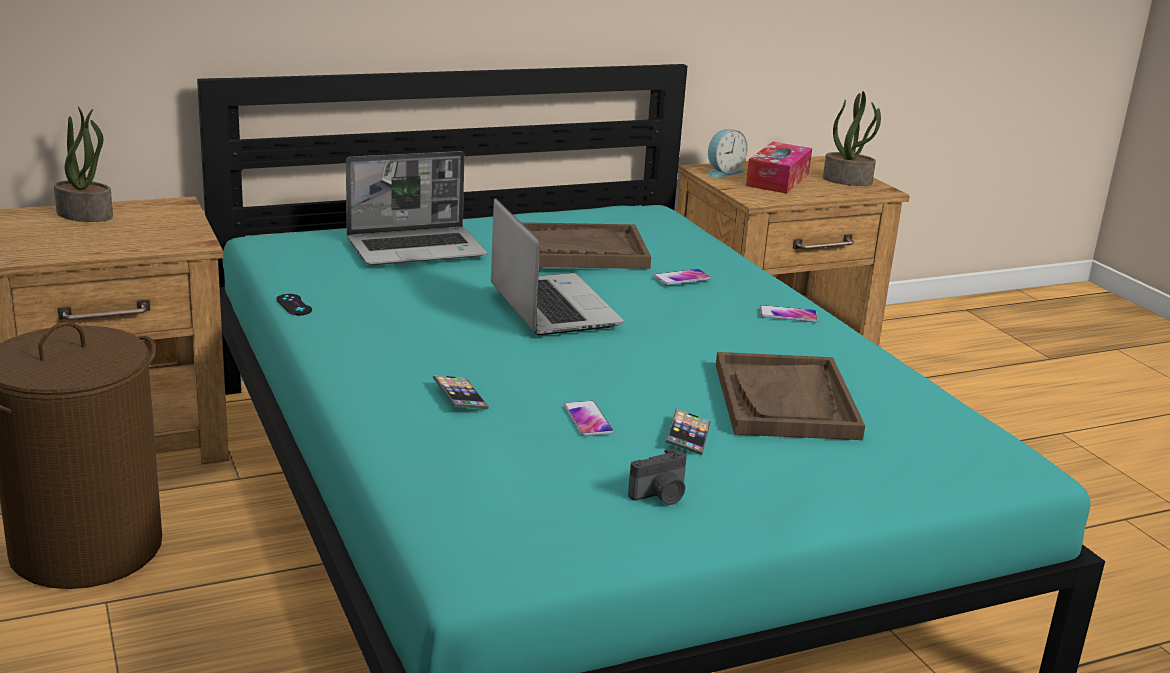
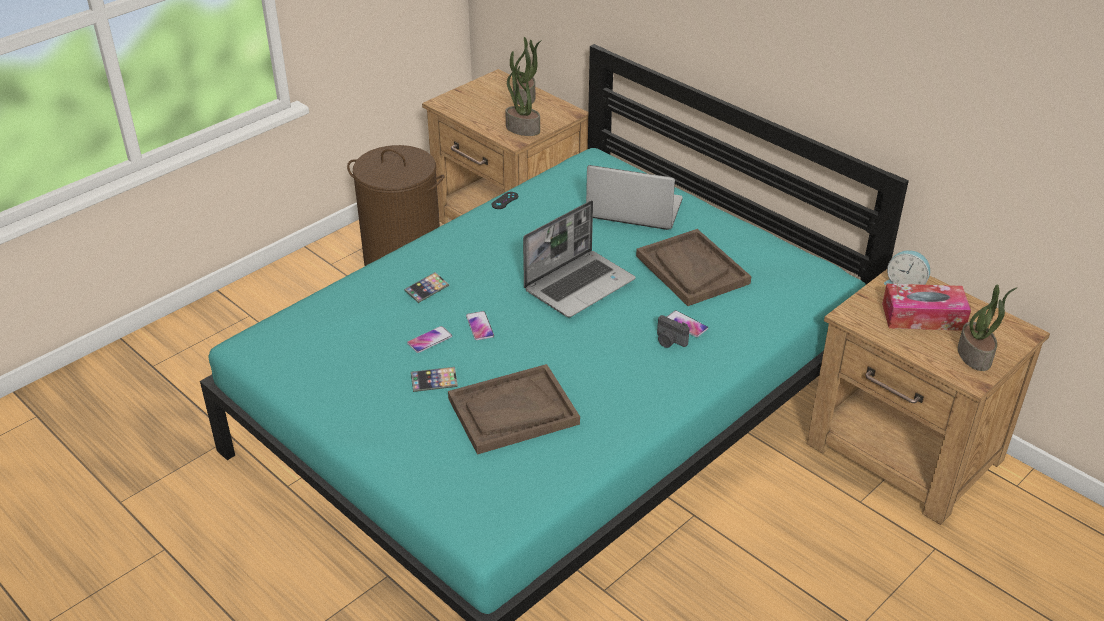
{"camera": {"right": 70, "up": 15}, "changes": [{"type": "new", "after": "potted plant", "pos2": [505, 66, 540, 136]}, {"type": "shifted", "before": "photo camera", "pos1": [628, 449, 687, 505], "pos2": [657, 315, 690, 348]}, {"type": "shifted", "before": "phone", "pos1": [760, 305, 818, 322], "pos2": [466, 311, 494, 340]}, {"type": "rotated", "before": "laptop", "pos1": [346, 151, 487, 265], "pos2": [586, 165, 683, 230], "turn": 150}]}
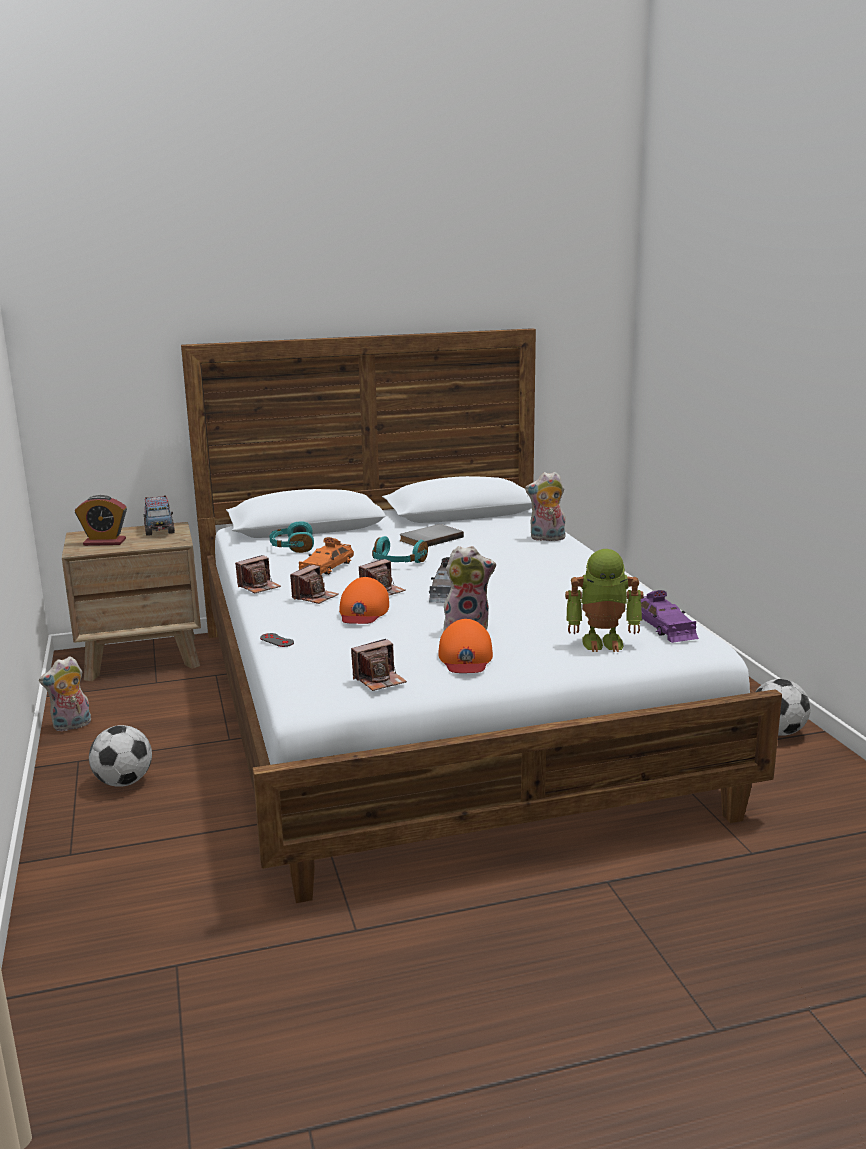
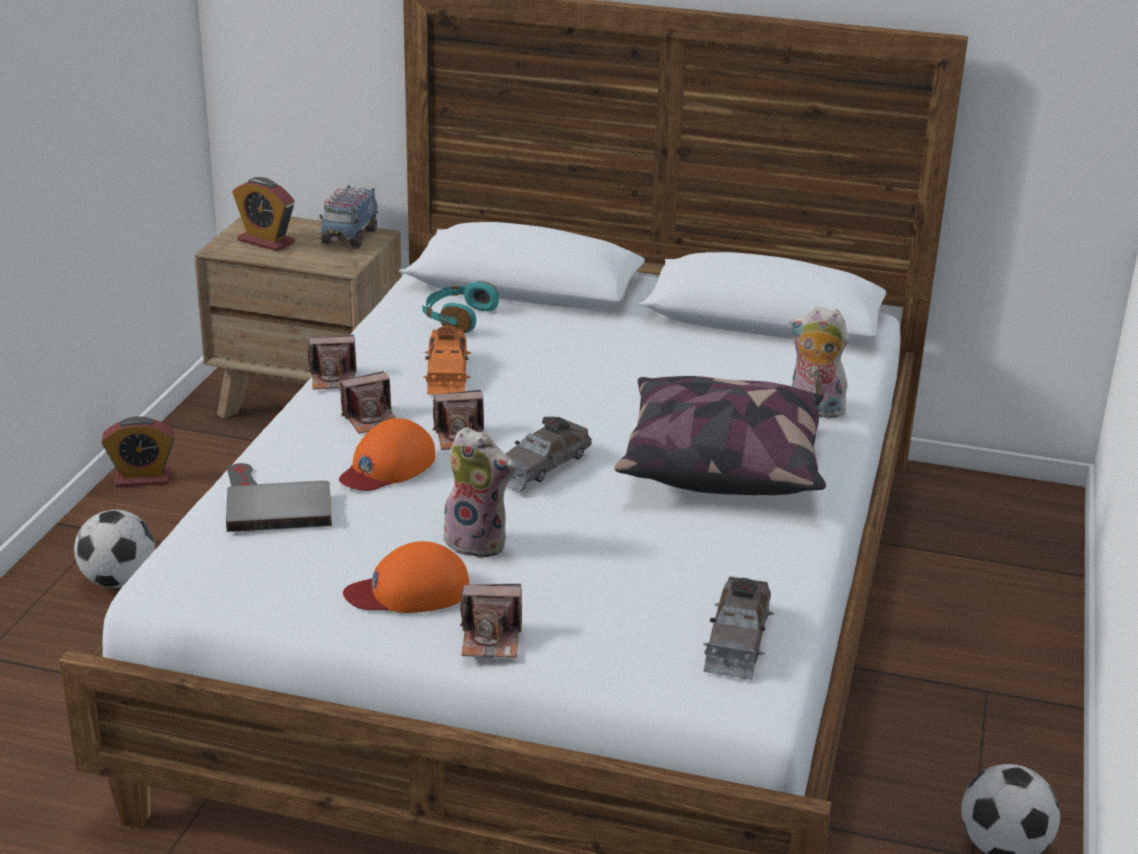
{"camera": {"right": 30, "up": 10}, "changes": [{"type": "gone", "before": "turquoise headphones", "pos1": [372, 536, 428, 563]}, {"type": "gone", "before": "toy robot", "pos1": [565, 549, 643, 652]}, {"type": "new", "after": "pillow", "pos2": [614, 376, 826, 495]}, {"type": "shifted", "before": "photo camera", "pos1": [351, 639, 407, 691], "pos2": [460, 584, 522, 658]}, {"type": "shifted", "before": "grey book", "pos1": [400, 524, 464, 547], "pos2": [226, 481, 332, 532]}, {"type": "swapped", "before": "plush toy", "after": "alarm clock", "pos1": [39, 656, 91, 731], "pos2": [101, 416, 175, 488]}, {"type": "repainted", "before": "purple toy car", "after": "grey toy car", "pos1": [641, 590, 699, 643], "pos2": [703, 576, 774, 680]}, {"type": "rotated", "before": "orange toy car", "pos1": [299, 537, 354, 575], "pos2": [423, 326, 472, 394], "turn": -60}, {"type": "rotated", "before": "orange cap", "pos1": [438, 619, 493, 673], "pos2": [343, 541, 470, 613], "turn": 45}]}
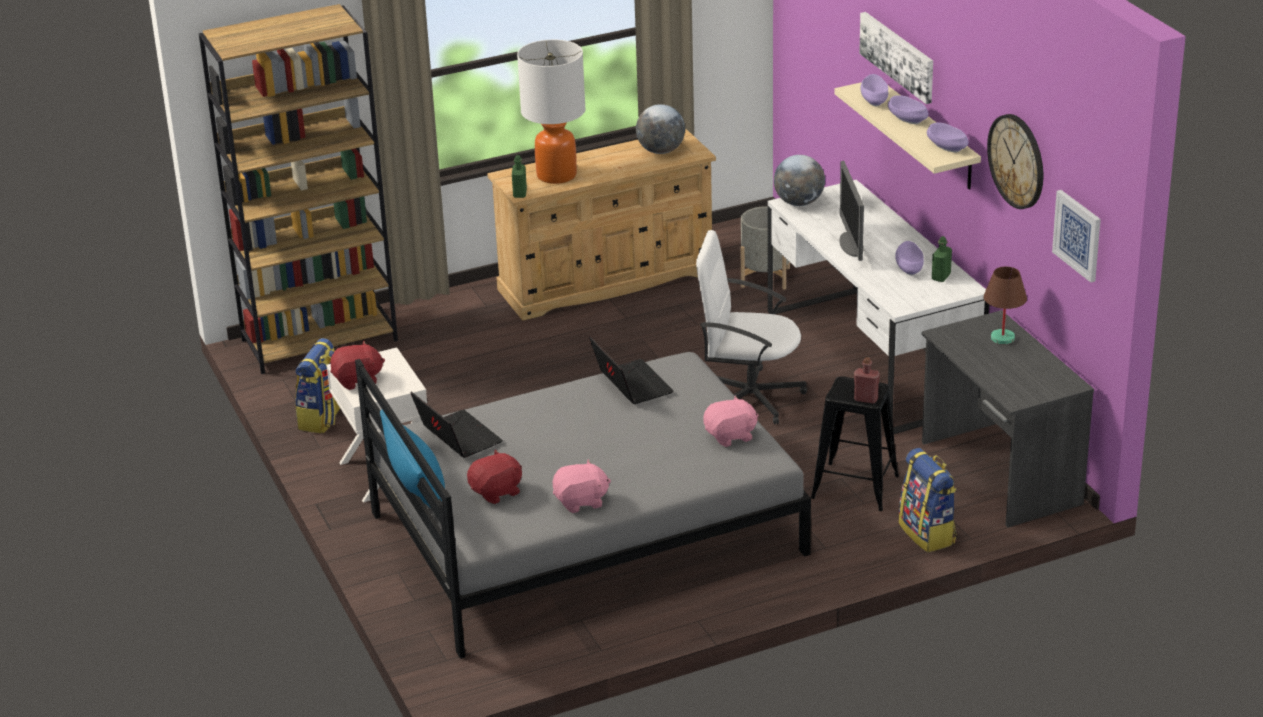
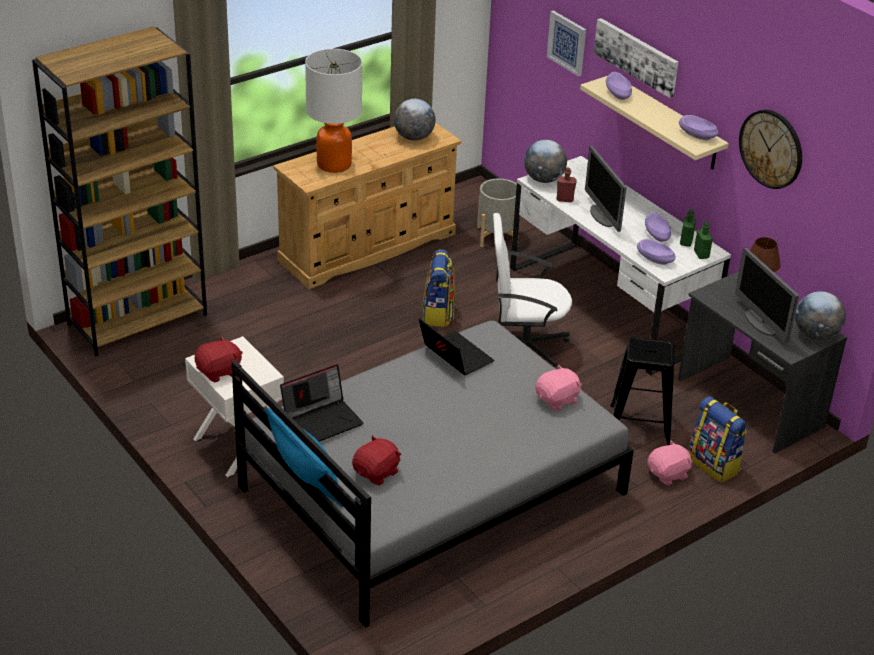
{"camera": {"right": -15, "up": 5}, "changes": [{"type": "new", "after": "monitor", "pos2": [735, 248, 799, 342]}, {"type": "new", "after": "globe", "pos2": [795, 291, 846, 340]}, {"type": "shifted", "before": "backpack", "pos1": [295, 338, 340, 433], "pos2": [422, 249, 456, 327]}, {"type": "shifted", "before": "green bottle", "pos1": [512, 155, 527, 198], "pos2": [694, 222, 713, 259]}, {"type": "shifted", "before": "pink plush toy", "pos1": [553, 459, 611, 513], "pos2": [647, 440, 693, 486]}, {"type": "shifted", "before": "red bottle", "pos1": [854, 357, 880, 404], "pos2": [557, 167, 577, 202]}, {"type": "shifted", "before": "purple bowl", "pos1": [888, 95, 928, 124], "pos2": [637, 239, 676, 265]}, {"type": "shifted", "before": "picture", "pos1": [1052, 190, 1101, 282], "pos2": [547, 11, 586, 77]}, {"type": "rotated", "before": "laptop", "pos1": [410, 391, 503, 458], "pos2": [280, 364, 364, 442], "turn": 105}]}
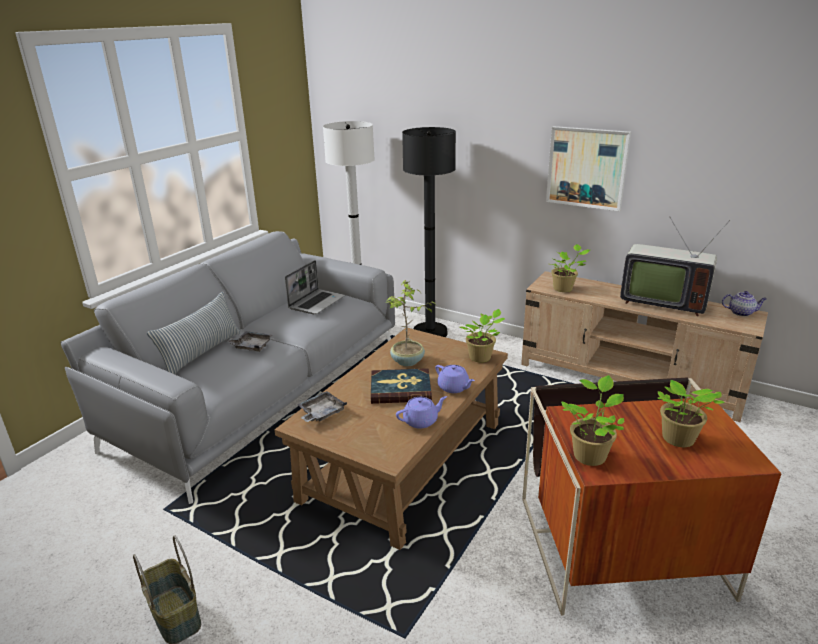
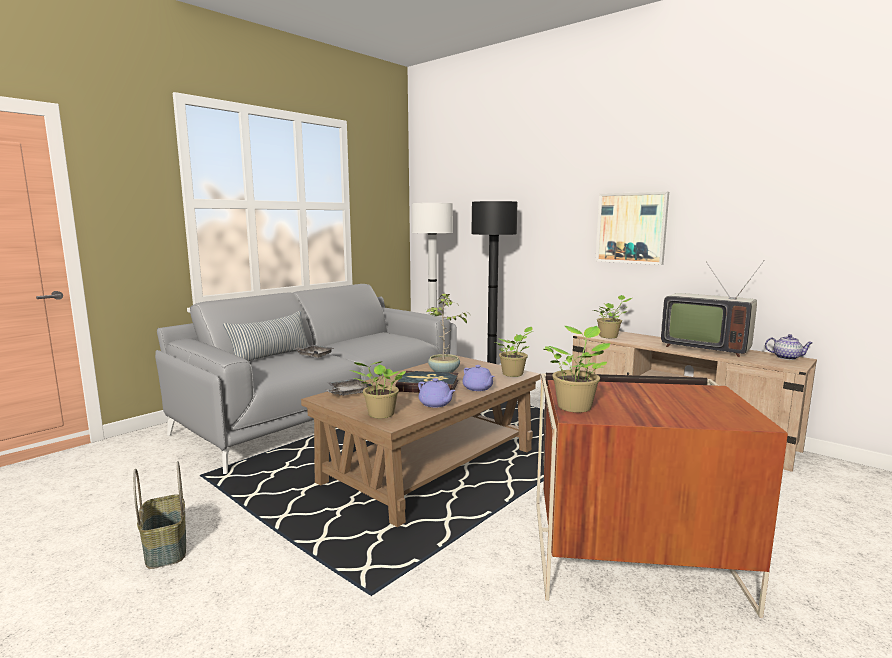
{"camera": {"right": 10, "up": -15}, "changes": [{"type": "gone", "before": "laptop", "pos1": [285, 260, 345, 314]}, {"type": "shifted", "before": "potted plant", "pos1": [658, 380, 725, 447], "pos2": [350, 361, 406, 419]}, {"type": "rotated", "before": "purple teapot", "pos1": [396, 396, 447, 429], "pos2": [418, 378, 456, 407], "turn": 60}]}
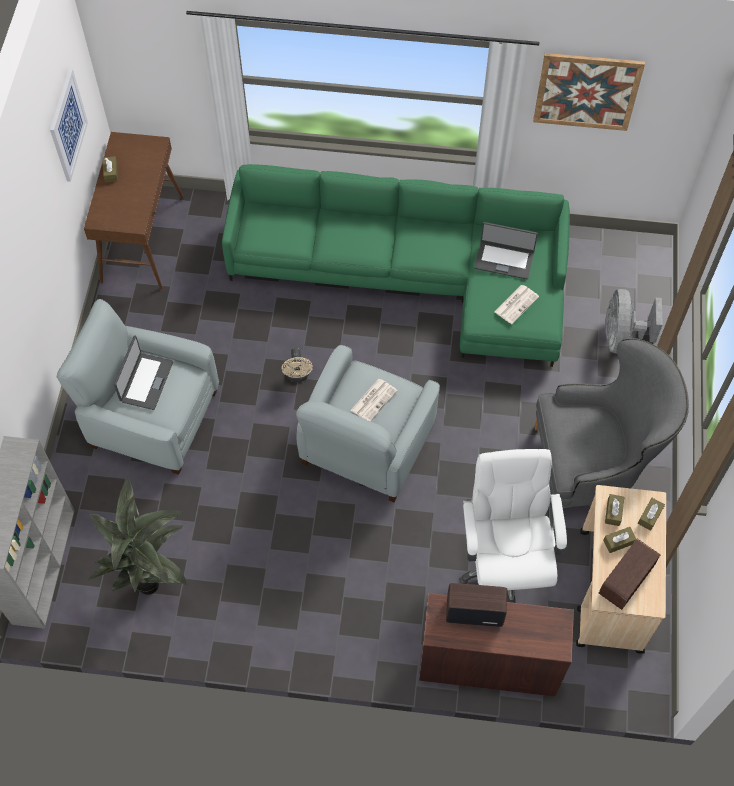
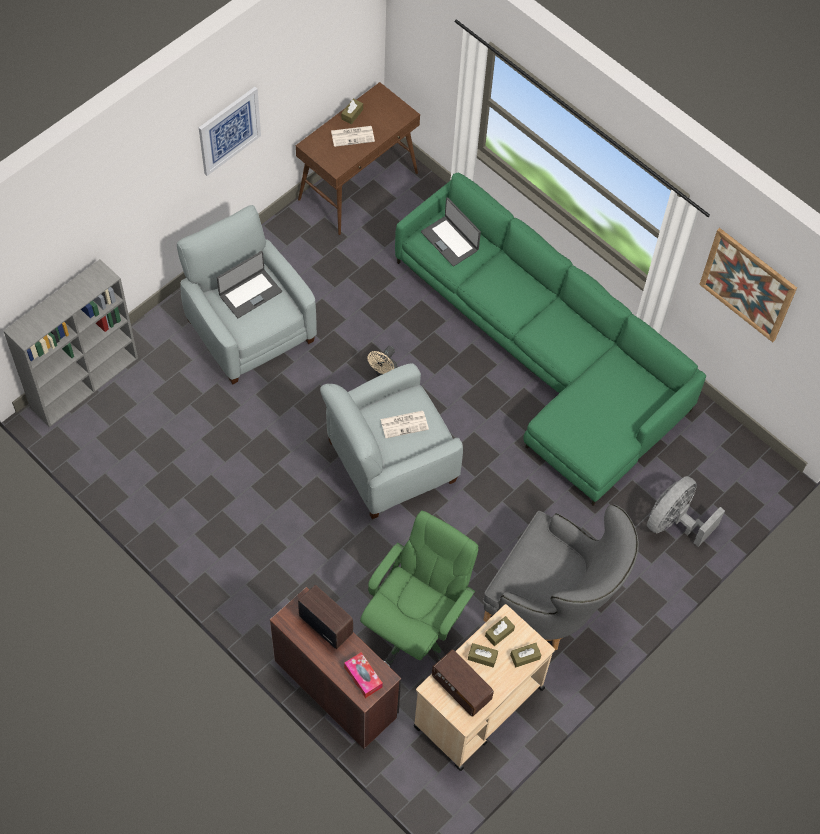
{"camera": {"right": 35, "up": 0}, "changes": [{"type": "gone", "before": "potted plant", "pos1": [86, 477, 187, 595]}, {"type": "new", "after": "tissue box", "pos2": [344, 653, 383, 698]}, {"type": "shifted", "before": "picture", "pos1": [50, 69, 88, 182], "pos2": [199, 87, 261, 176]}, {"type": "shifted", "before": "laptop", "pos1": [474, 222, 538, 279], "pos2": [421, 197, 481, 266]}, {"type": "shifted", "before": "newspaper", "pos1": [495, 285, 539, 324], "pos2": [331, 126, 375, 147]}, {"type": "repainted", "before": "white office chair", "after": "green office chair", "pos1": [459, 449, 567, 603], "pos2": [360, 510, 479, 666]}, {"type": "rotated", "before": "radio", "pos1": [599, 539, 660, 610], "pos2": [432, 649, 494, 717], "turn": -120}]}
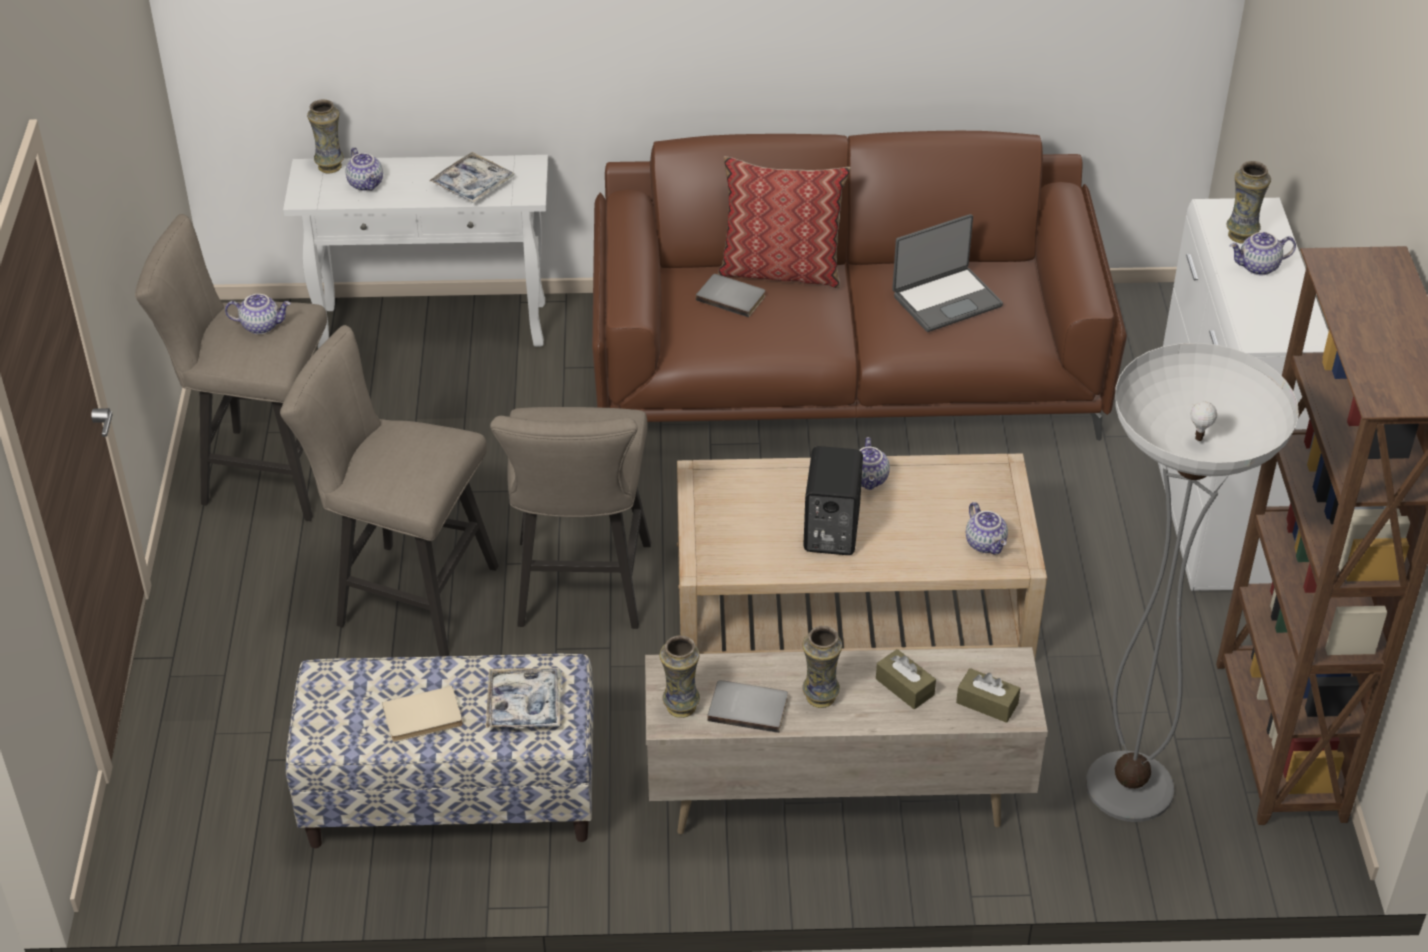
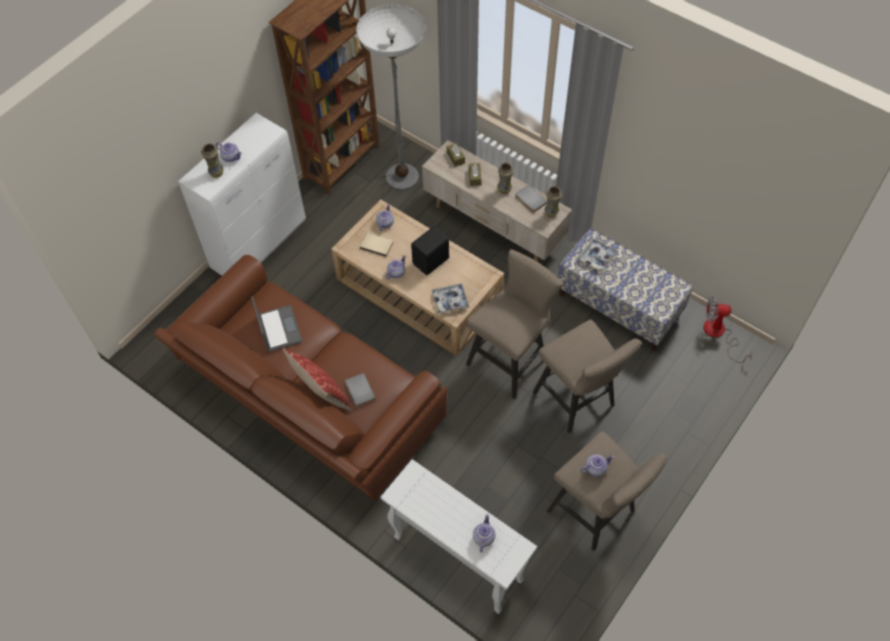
{"camera": {"right": -140, "up": 15}, "changes": [{"type": "gone", "before": "vase", "pos1": [307, 100, 344, 173]}, {"type": "new", "after": "fan", "pos2": [703, 296, 752, 363]}, {"type": "shifted", "before": "beige book", "pos1": [382, 686, 463, 742], "pos2": [360, 233, 393, 257]}, {"type": "shifted", "before": "tray", "pos1": [429, 152, 514, 203], "pos2": [431, 283, 469, 314]}, {"type": "rotated", "before": "teapot", "pos1": [225, 294, 291, 334], "pos2": [580, 454, 614, 477], "turn": 120}, {"type": "rotated", "before": "laptop", "pos1": [892, 214, 1003, 332], "pos2": [251, 296, 302, 352], "turn": 60}]}
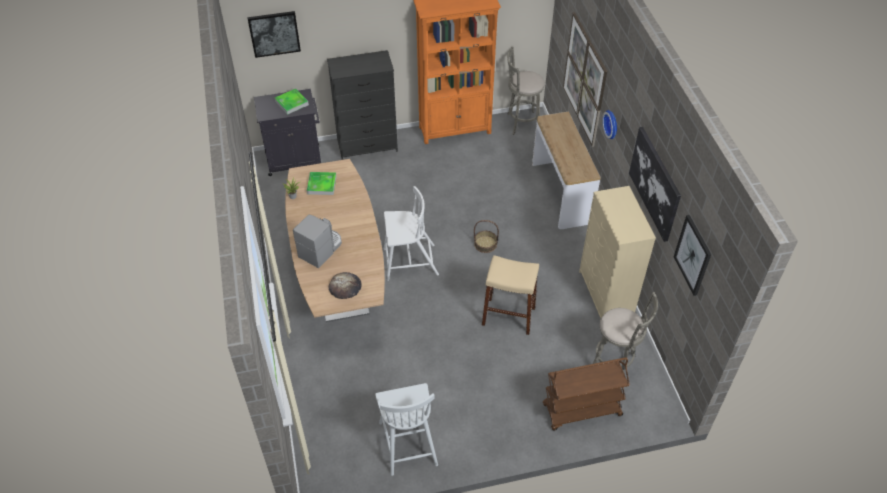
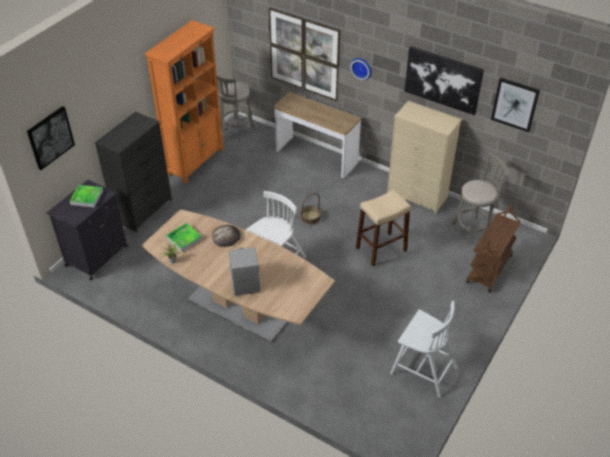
{"camera": {"right": -45, "up": -5}, "changes": [{"type": "shifted", "before": "bread", "pos1": [329, 272, 362, 299], "pos2": [212, 225, 241, 247]}]}
